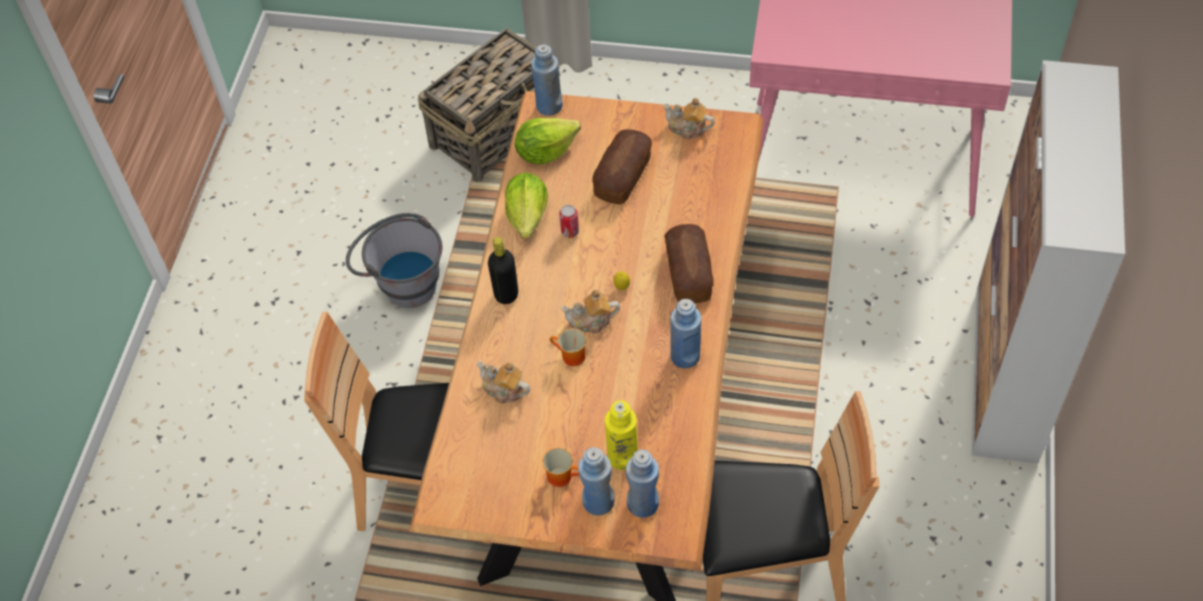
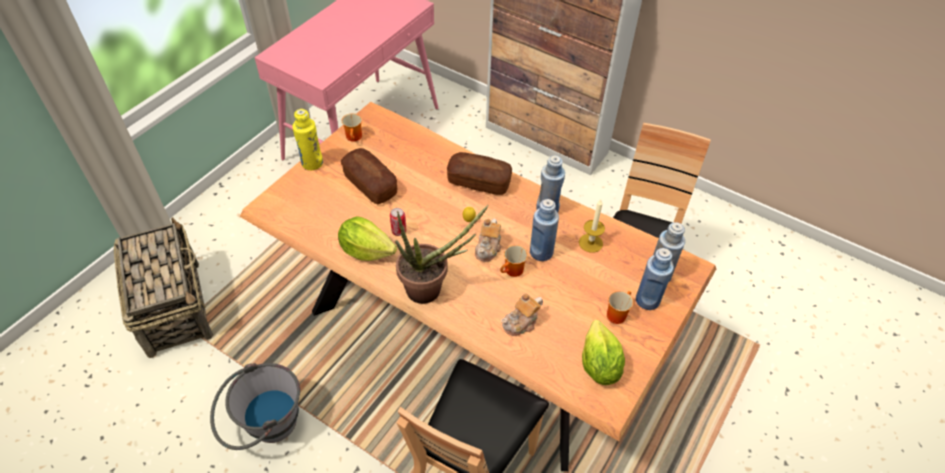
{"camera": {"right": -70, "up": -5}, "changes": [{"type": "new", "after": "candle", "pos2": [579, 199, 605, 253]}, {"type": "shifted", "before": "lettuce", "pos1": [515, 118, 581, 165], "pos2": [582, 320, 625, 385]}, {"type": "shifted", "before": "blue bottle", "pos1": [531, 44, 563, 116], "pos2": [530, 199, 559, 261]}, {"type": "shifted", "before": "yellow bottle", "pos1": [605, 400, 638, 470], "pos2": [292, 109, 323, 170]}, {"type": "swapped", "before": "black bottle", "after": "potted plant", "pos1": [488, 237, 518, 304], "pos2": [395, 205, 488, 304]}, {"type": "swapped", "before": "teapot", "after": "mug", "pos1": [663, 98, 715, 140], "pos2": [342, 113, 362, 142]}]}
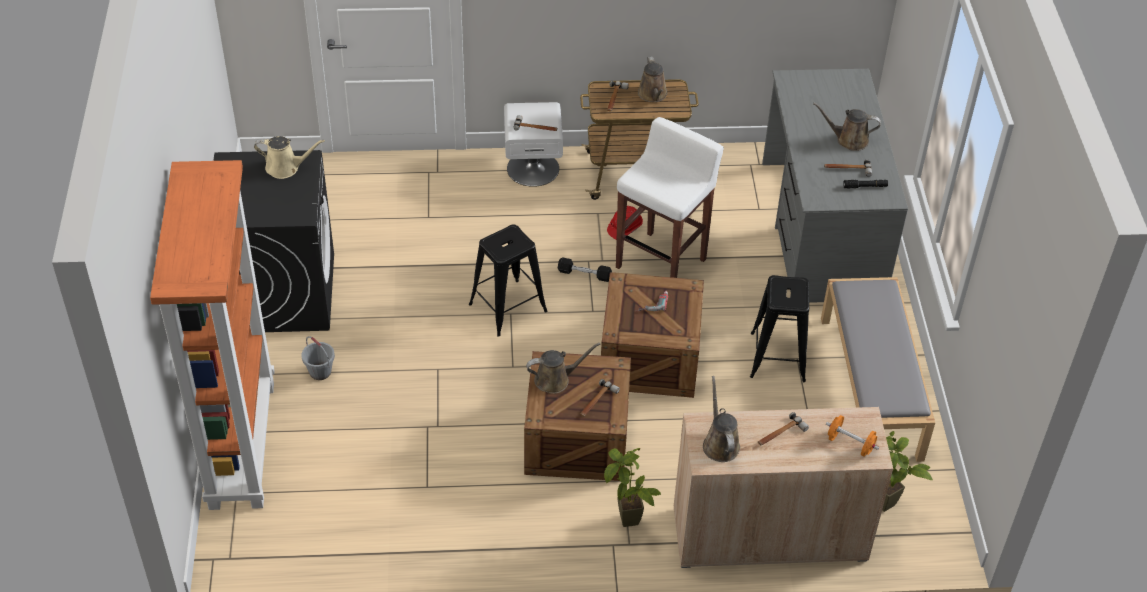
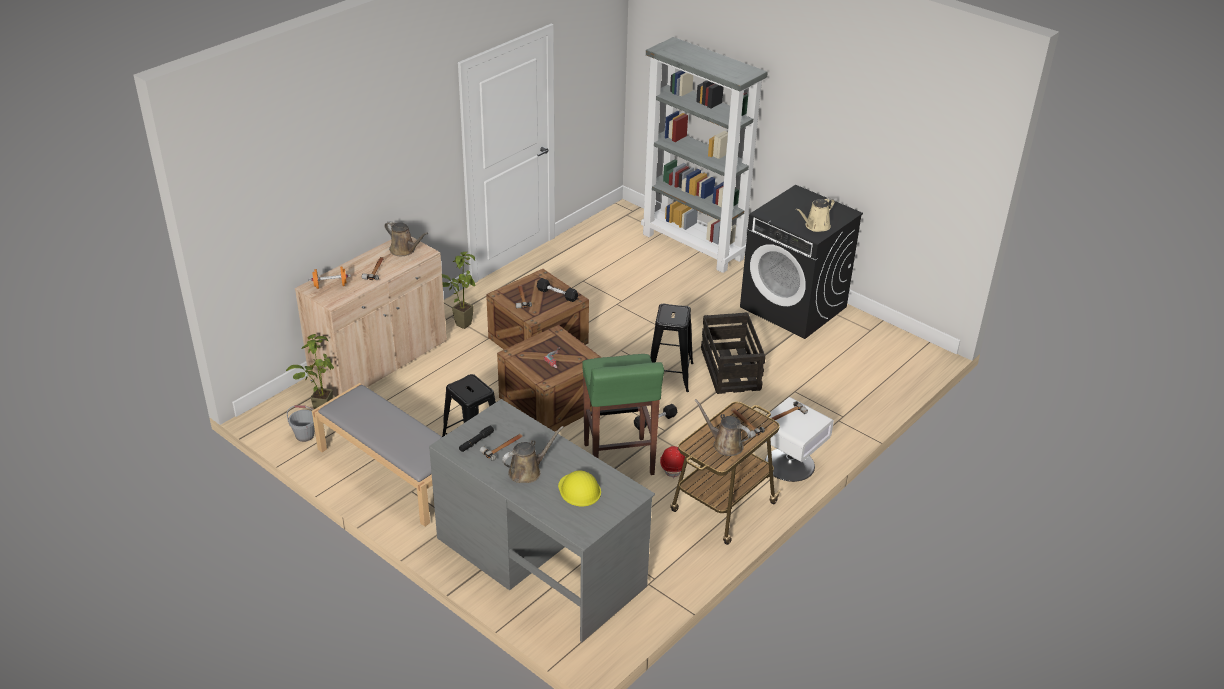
{"camera": {"right": 135, "up": -10}, "changes": [{"type": "new", "after": "yellow hard hat", "pos2": [558, 470, 601, 506]}, {"type": "new", "after": "crate", "pos2": [701, 312, 766, 394]}, {"type": "shifted", "before": "grey bucket", "pos1": [301, 336, 335, 380], "pos2": [287, 405, 315, 442]}, {"type": "swapped", "before": "brown watering can", "after": "black dumbbell", "pos1": [526, 343, 601, 394], "pos2": [537, 278, 578, 302]}, {"type": "repainted", "before": "orange bookcase", "after": "grey bookcase", "pos1": [150, 160, 275, 510], "pos2": [641, 37, 768, 273]}, {"type": "repainted", "before": "white stool", "after": "green stool", "pos1": [616, 117, 724, 278], "pos2": [582, 354, 664, 475]}]}
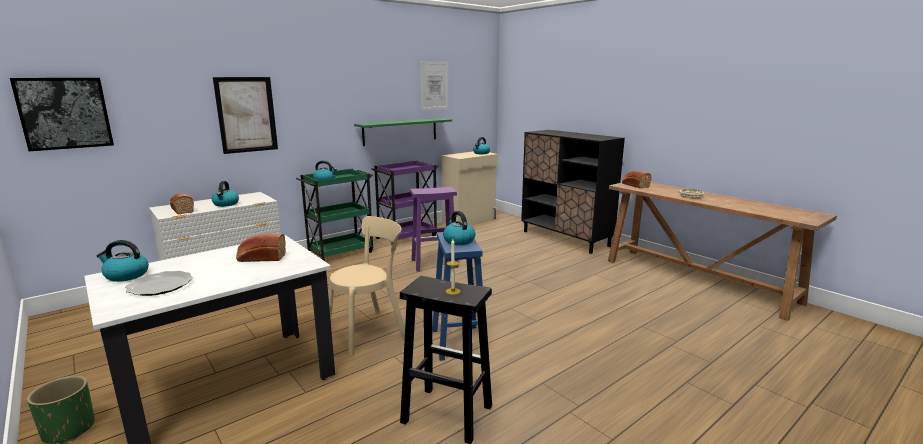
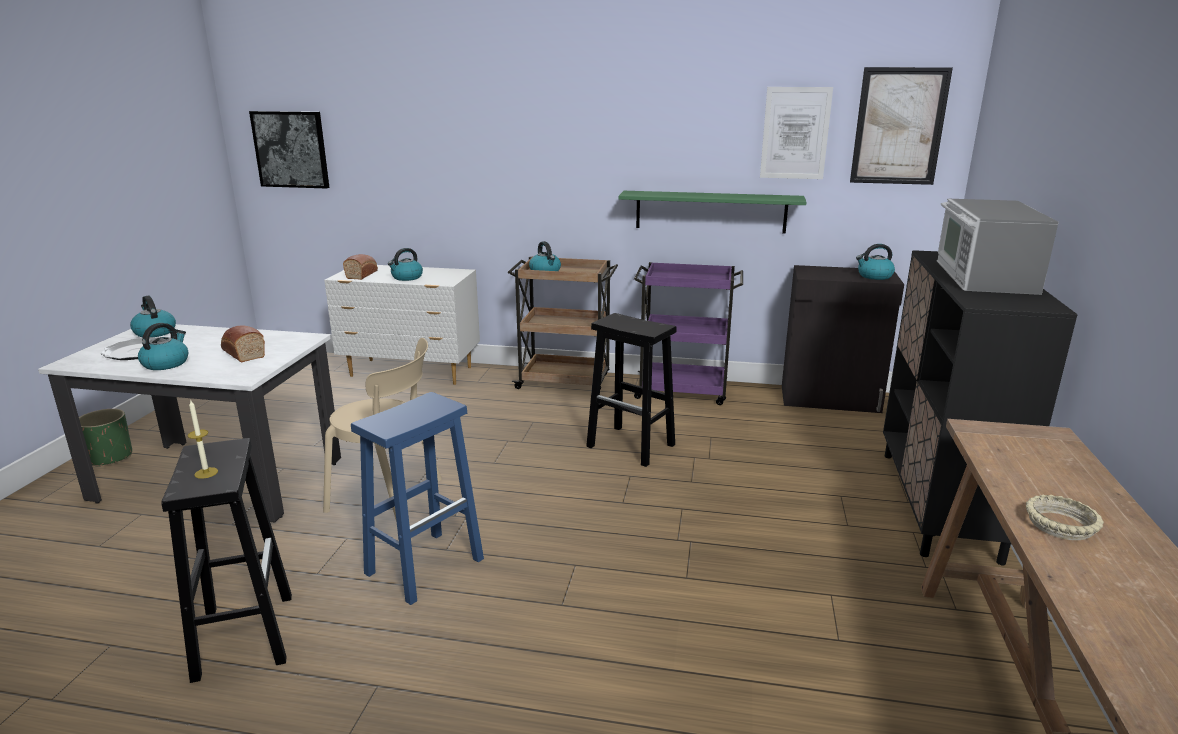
{"camera": {"right": 50, "up": 5}, "changes": [{"type": "gone", "before": "bread", "pos1": [622, 171, 652, 188]}, {"type": "new", "after": "microwave", "pos2": [937, 199, 1059, 295]}, {"type": "shifted", "before": "picture", "pos1": [213, 77, 278, 154], "pos2": [850, 67, 953, 185]}, {"type": "shifted", "before": "kettle", "pos1": [443, 211, 475, 245], "pos2": [138, 323, 188, 370]}, {"type": "repainted", "before": "green cart", "after": "brown cart", "pos1": [296, 168, 373, 260], "pos2": [508, 256, 618, 389]}, {"type": "repainted", "before": "purple stool", "after": "black stool", "pos1": [410, 187, 458, 272], "pos2": [586, 313, 677, 467]}, {"type": "repainted", "before": "beige cabinet", "after": "black cabinet", "pos1": [441, 151, 498, 226], "pos2": [782, 265, 904, 413]}]}
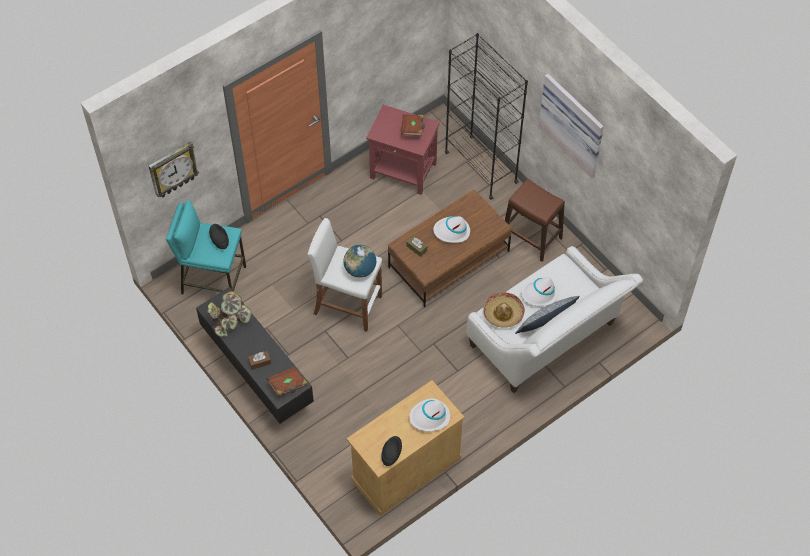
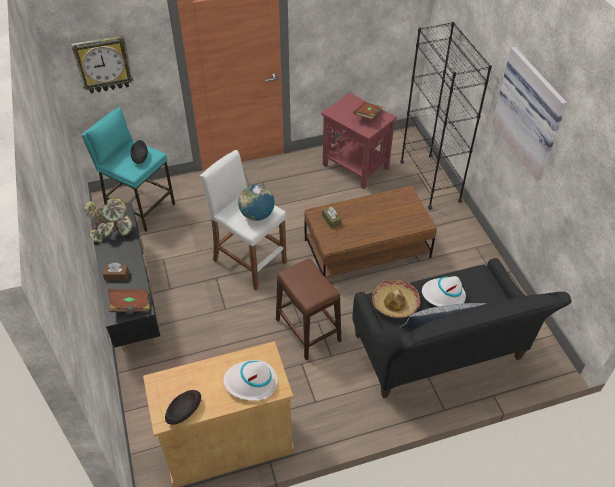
{"camera": {"right": 20, "up": -10}, "changes": [{"type": "gone", "before": "white hat", "pos1": [433, 216, 470, 243]}, {"type": "shifted", "before": "brown stool", "pos1": [505, 179, 565, 262], "pos2": [276, 258, 341, 360]}, {"type": "repainted", "before": "white sofa", "after": "black sofa", "pos1": [467, 246, 643, 393], "pos2": [352, 258, 572, 399]}]}
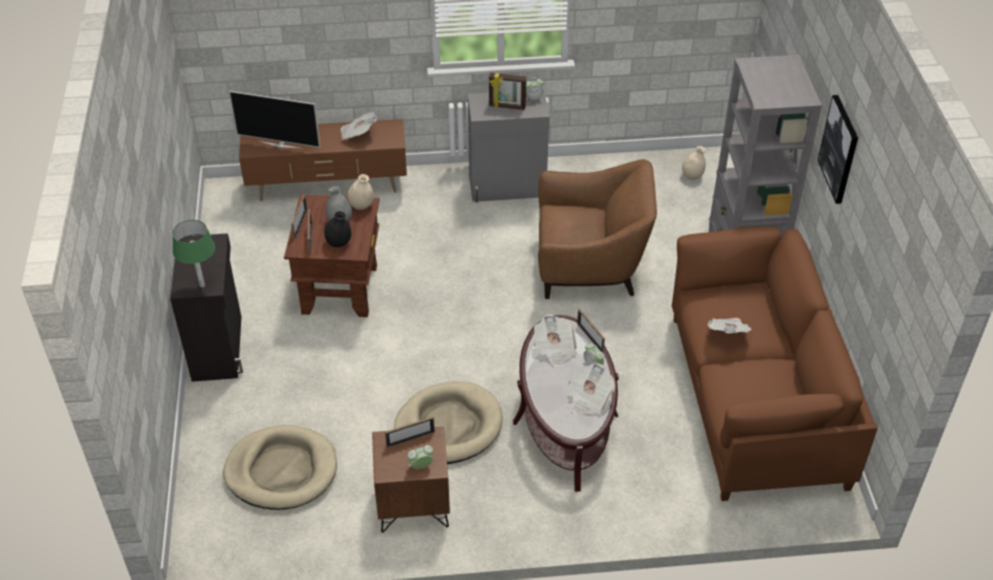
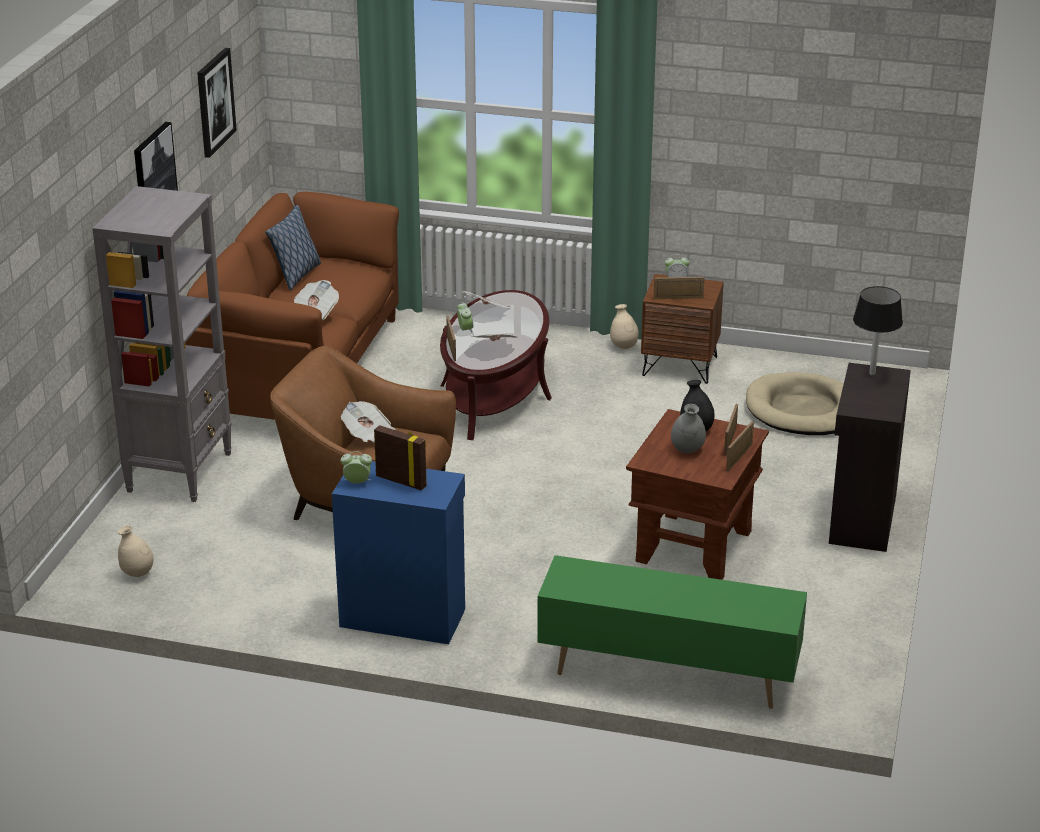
{"camera": {"right": -160, "up": -15}, "changes": [{"type": "gone", "before": "television", "pos1": [229, 91, 320, 148]}, {"type": "gone", "before": "beige dog bed", "pos1": [394, 381, 503, 464]}, {"type": "new", "after": "picture", "pos2": [197, 48, 237, 158]}, {"type": "new", "after": "pillow", "pos2": [265, 205, 321, 290]}, {"type": "shifted", "before": "newspaper", "pos1": [341, 112, 377, 140], "pos2": [341, 401, 395, 443]}, {"type": "shifted", "before": "beige vase", "pos1": [348, 174, 374, 210], "pos2": [610, 304, 639, 349]}, {"type": "repainted", "before": "green table lamp", "after": "black table lamp", "pos1": [172, 220, 215, 287], "pos2": [853, 286, 903, 375]}, {"type": "repainted", "before": "brown tv stand", "after": "green tv stand", "pos1": [239, 119, 407, 201], "pos2": [537, 555, 807, 709]}, {"type": "repainted", "before": "grey cabinet", "after": "blue cabinet", "pos1": [468, 90, 550, 203], "pos2": [332, 461, 465, 644]}]}
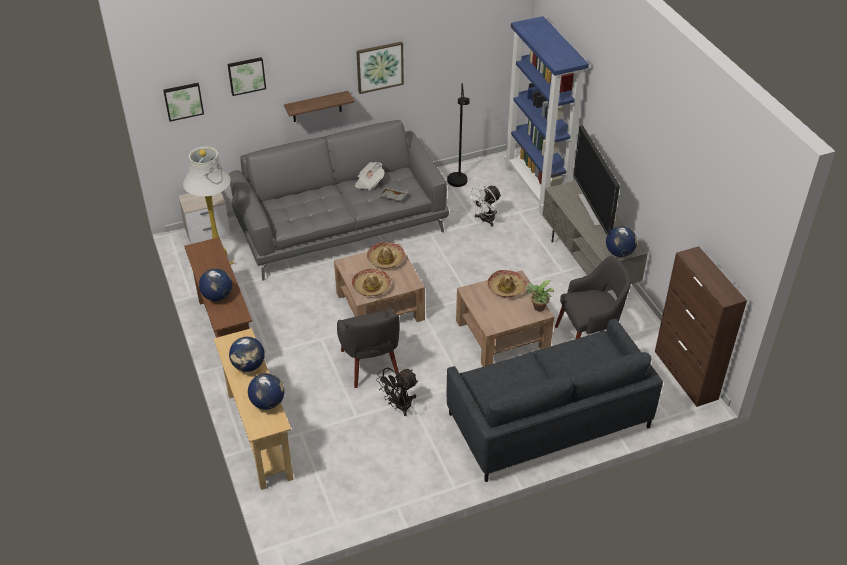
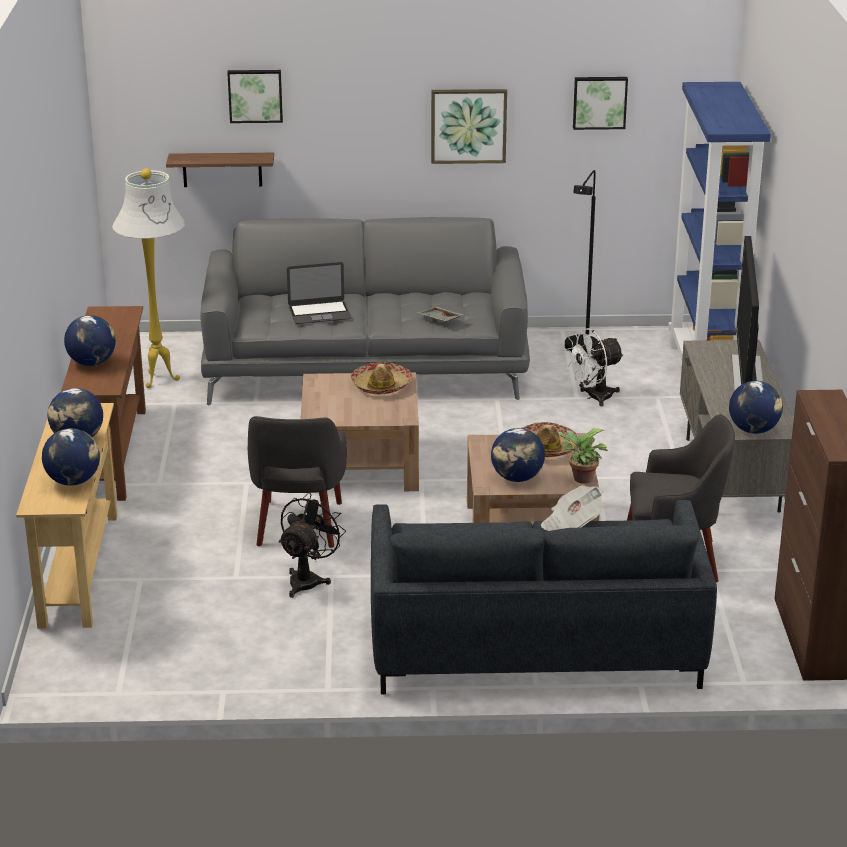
{"camera": {"right": 20, "up": -15}, "changes": [{"type": "gone", "before": "nightstand", "pos1": [178, 193, 231, 244]}, {"type": "gone", "before": "hat", "pos1": [351, 268, 391, 296]}, {"type": "new", "after": "laptop", "pos2": [287, 262, 352, 324]}, {"type": "new", "after": "globe", "pos2": [491, 428, 545, 482]}, {"type": "shifted", "before": "picture", "pos1": [163, 83, 204, 122], "pos2": [573, 77, 628, 130]}, {"type": "shifted", "before": "shelf", "pos1": [284, 91, 355, 122], "pos2": [166, 153, 274, 187]}, {"type": "shifted", "before": "newspaper", "pos1": [355, 162, 385, 190], "pos2": [541, 485, 604, 531]}, {"type": "rotated", "before": "black fan", "pos1": [376, 368, 418, 416], "pos2": [279, 492, 346, 598], "turn": 135}]}
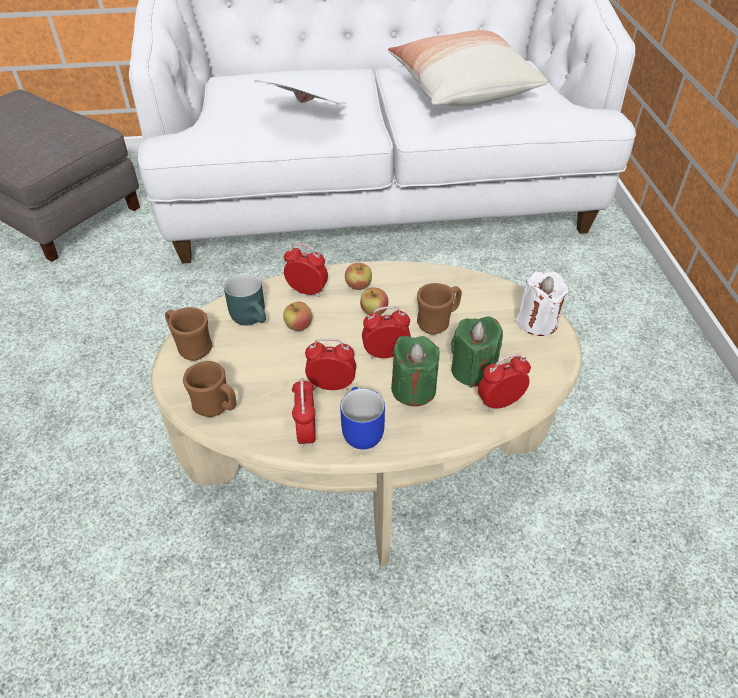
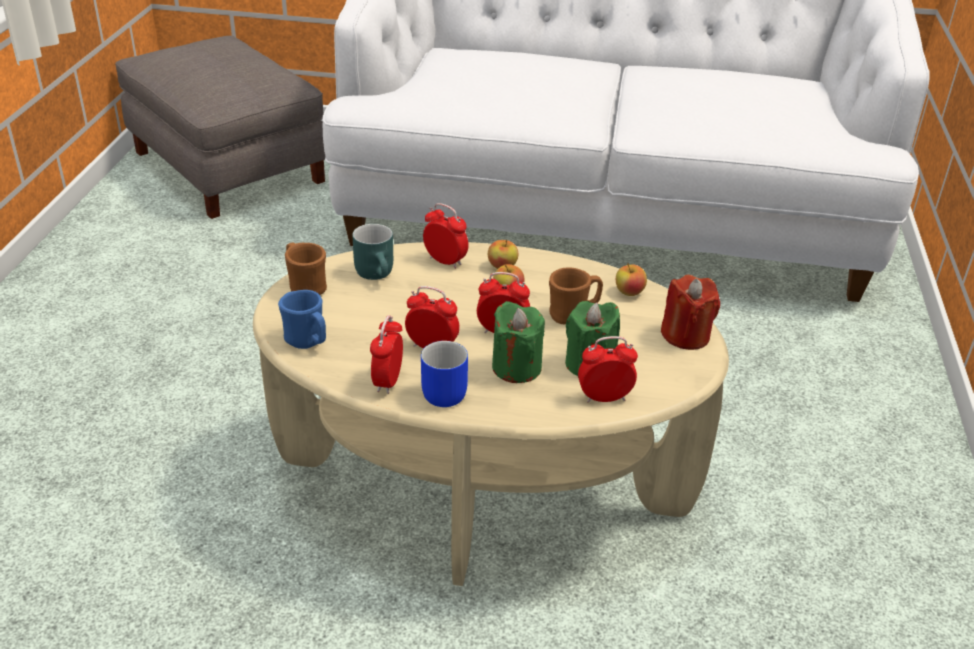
{"camera": {"right": 15, "up": -10}, "changes": [{"type": "gone", "before": "newspaper", "pos1": [254, 80, 347, 106]}, {"type": "gone", "before": "pillow", "pos1": [388, 30, 548, 106]}, {"type": "shifted", "before": "apple", "pos1": [283, 302, 312, 331], "pos2": [616, 263, 647, 296]}, {"type": "repainted", "before": "brown mug", "after": "blue mug", "pos1": [183, 361, 236, 417], "pos2": [278, 290, 326, 349]}, {"type": "repainted", "before": "white candle", "after": "red candle", "pos1": [516, 272, 568, 336], "pos2": [661, 275, 720, 350]}]}
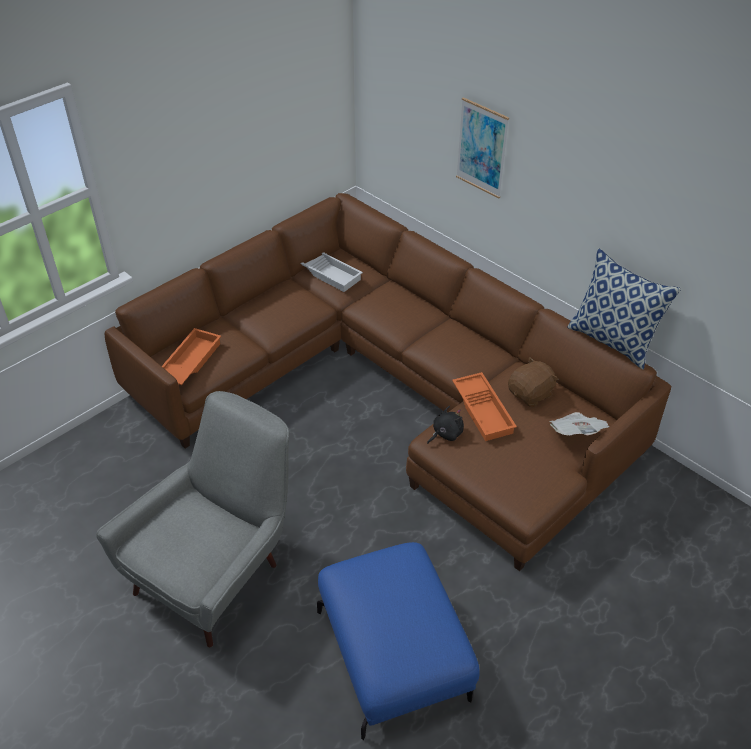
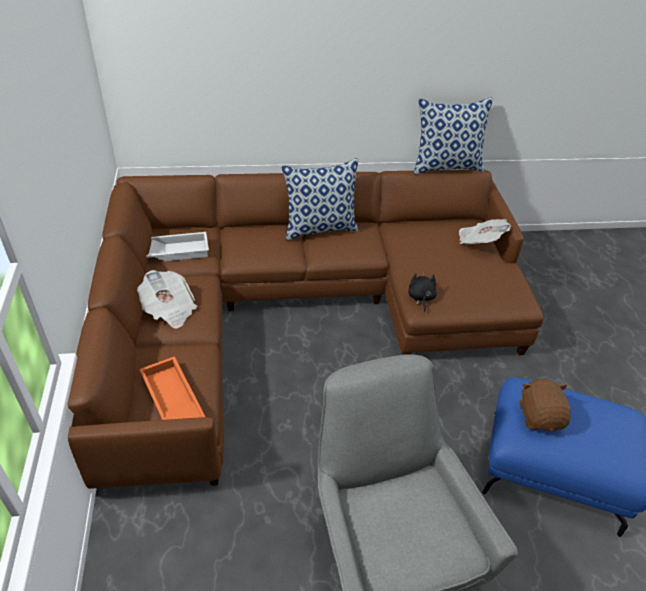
{"camera": {"right": -55, "up": 0}, "changes": [{"type": "gone", "before": "orange tray", "pos1": [452, 372, 517, 441]}, {"type": "gone", "before": "picture", "pos1": [456, 97, 509, 199]}, {"type": "new", "after": "newspaper", "pos2": [137, 270, 197, 329]}, {"type": "new", "after": "pillow", "pos2": [281, 158, 359, 240]}, {"type": "shifted", "before": "brown plush toy", "pos1": [508, 357, 559, 408], "pos2": [519, 379, 571, 431]}]}
